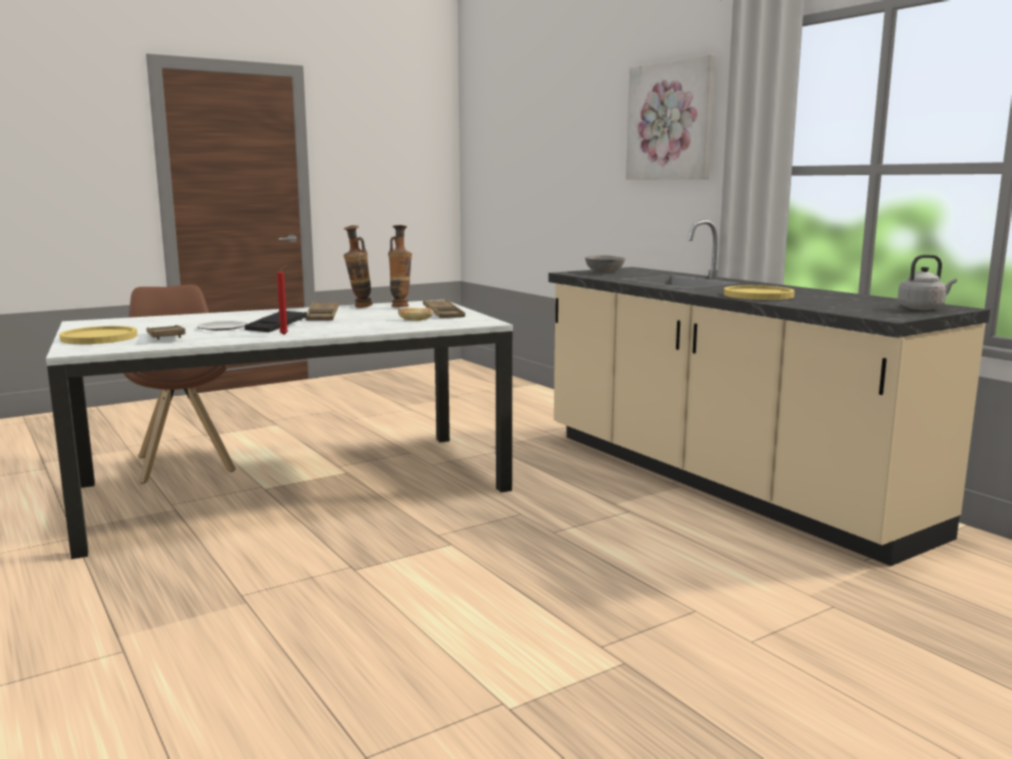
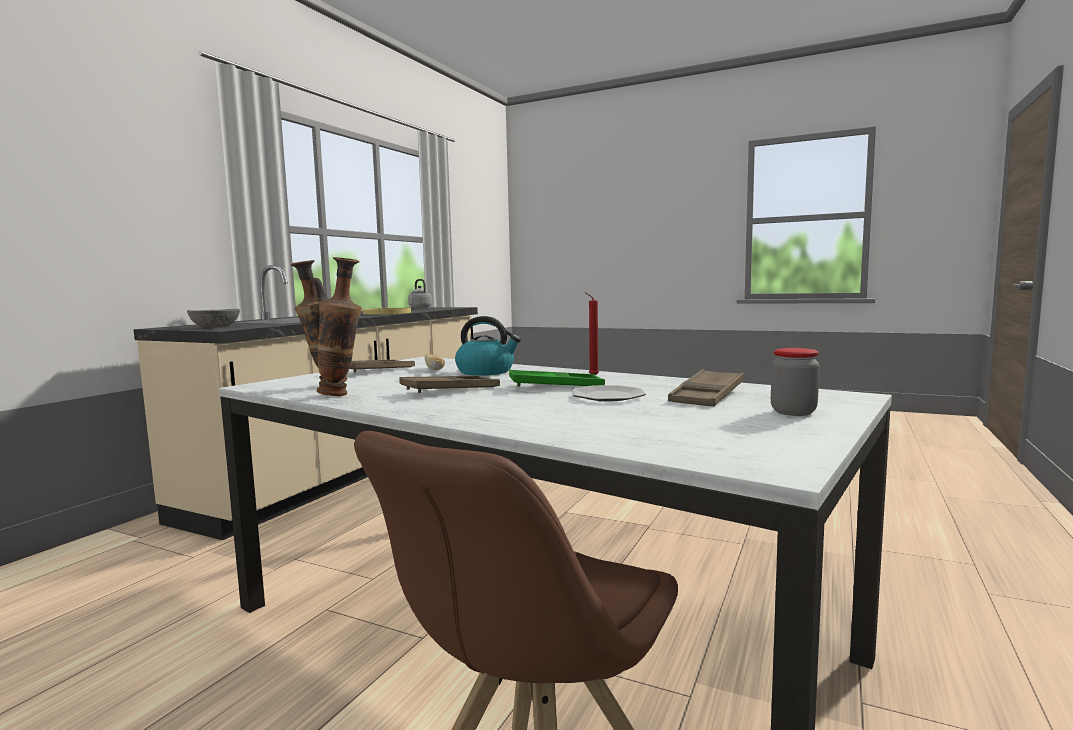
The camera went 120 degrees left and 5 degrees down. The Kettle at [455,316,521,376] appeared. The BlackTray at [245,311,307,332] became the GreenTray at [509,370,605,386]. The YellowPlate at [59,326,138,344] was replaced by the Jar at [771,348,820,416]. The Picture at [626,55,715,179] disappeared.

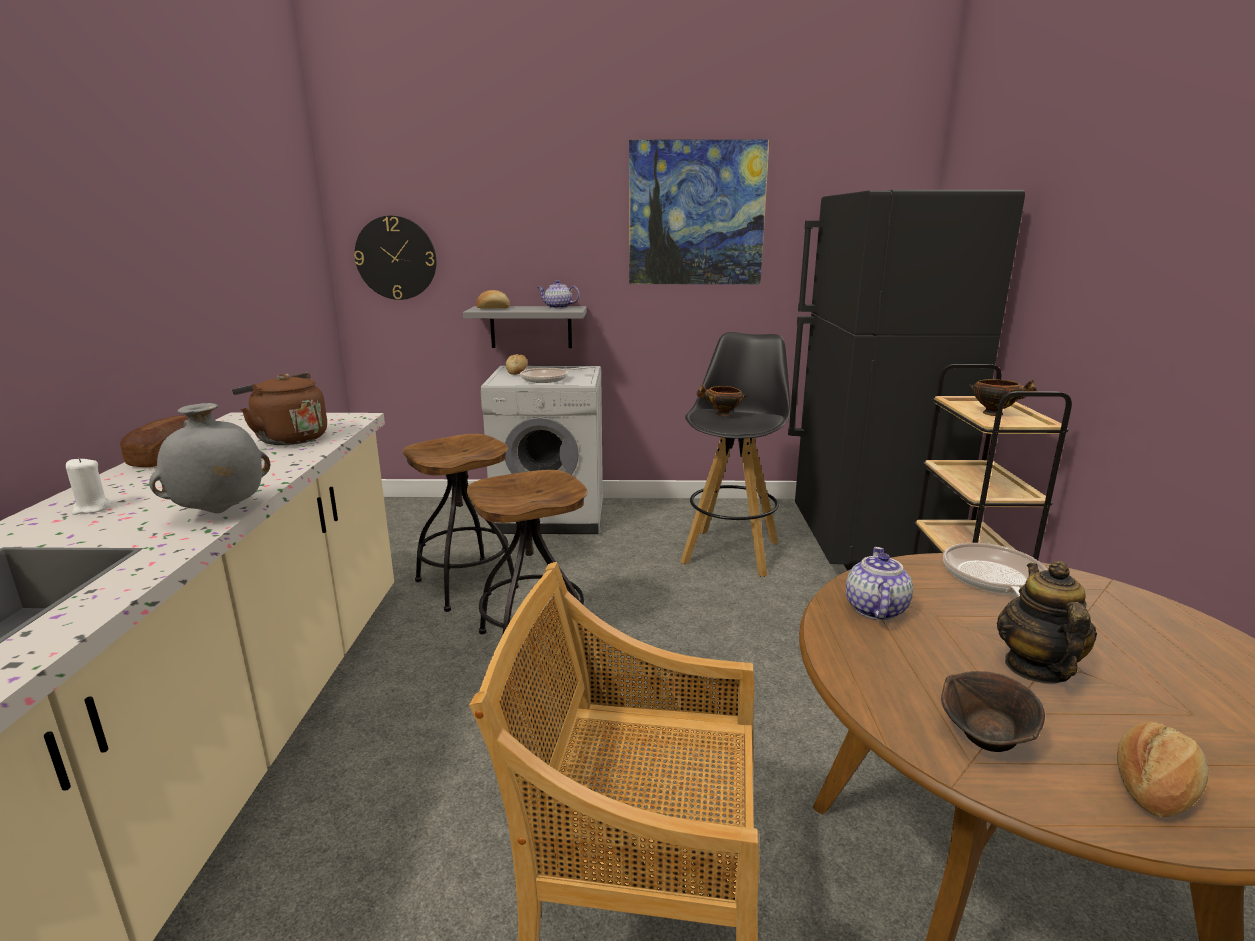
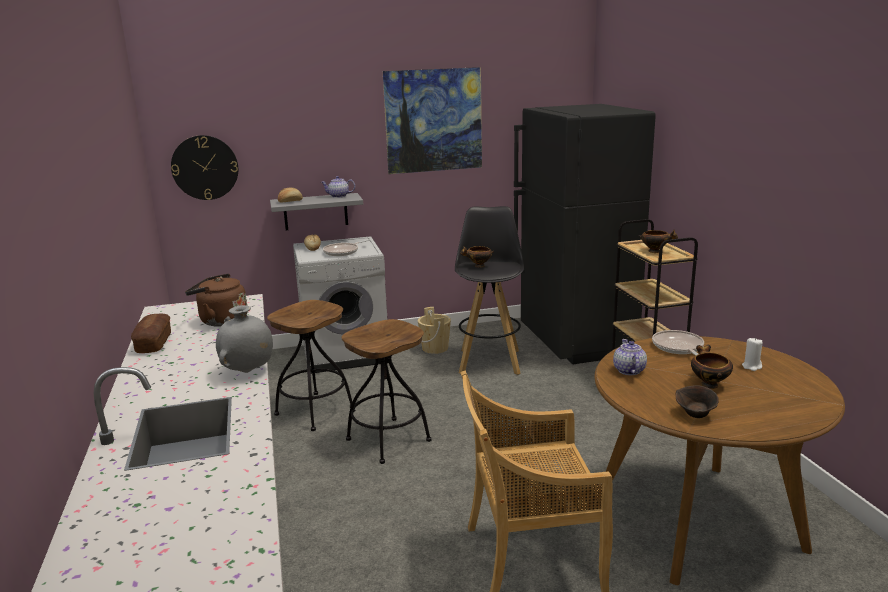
The camera went 15 degrees left and 0 degrees up. The BeigeBucket at [418,307,451,354] appeared. The Teapot at [997,561,1097,684] was replaced by the Bowl at [691,345,733,389]. The WhiteCandle moved from [66,457,112,515] to [742,337,762,371]. The Bread at [1117,722,1209,818] disappeared.

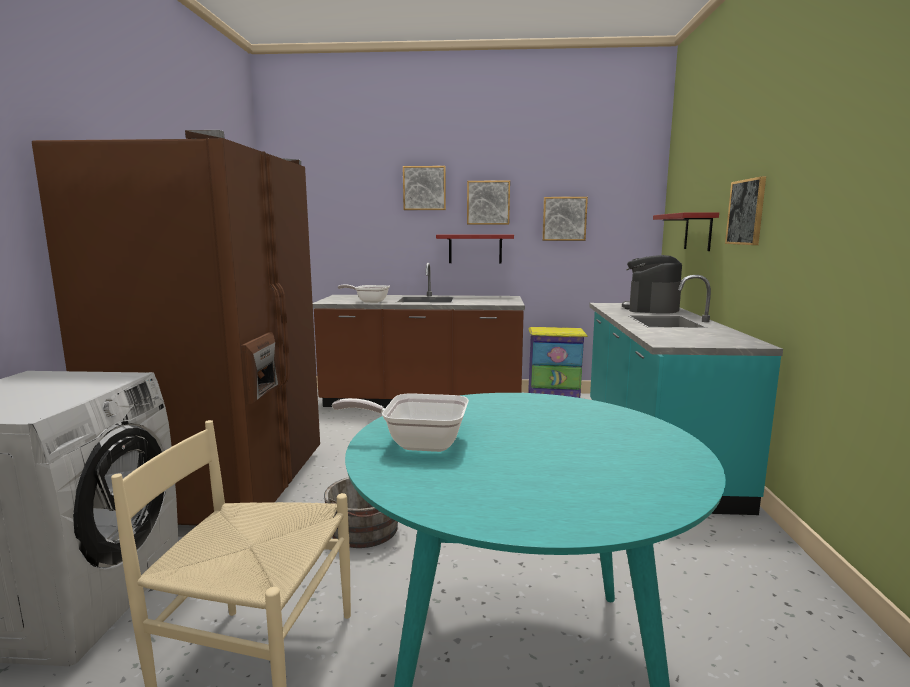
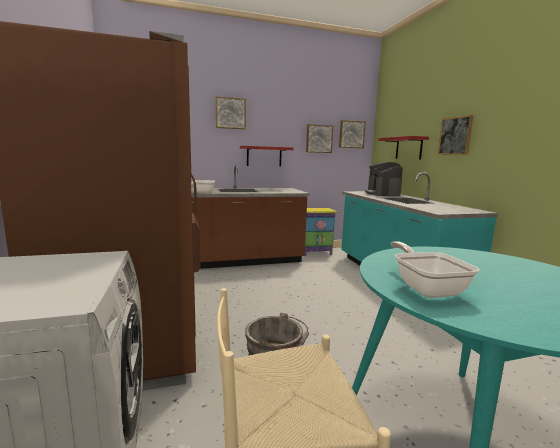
The camera went 20 degrees left and 0 degrees up. The Picture moved from [467,180,510,225] to [339,120,366,148]. The FryingPan at [332,393,469,452] turned 90 degrees clockwise.

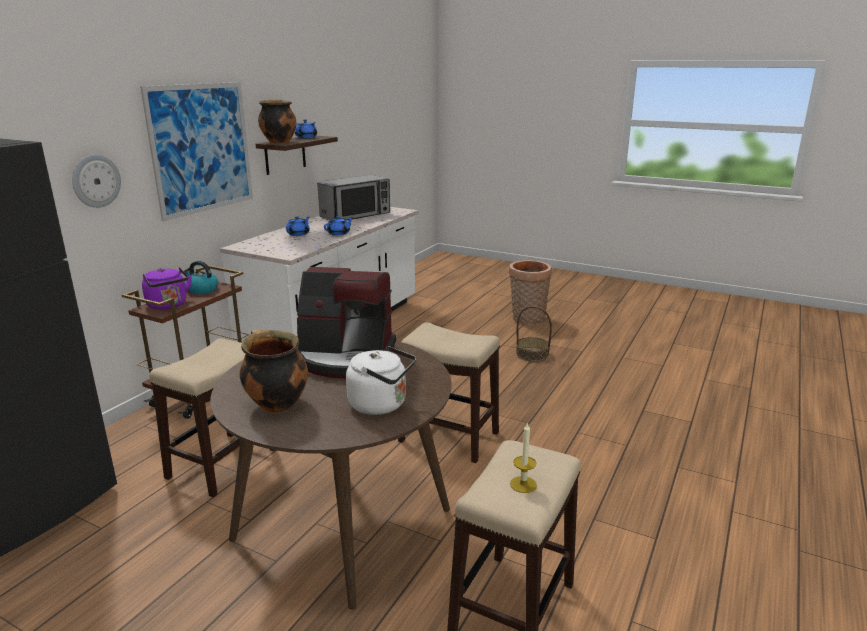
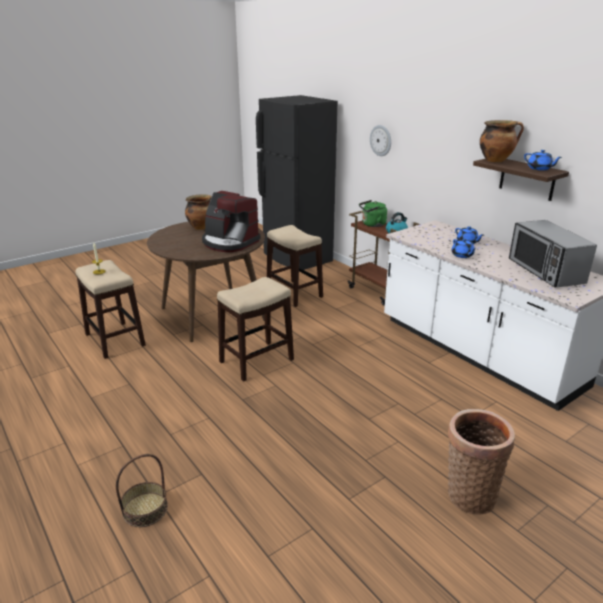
The camera went 115 degrees right and 5 degrees up. The Basket moved from [516,306,552,361] to [116,454,168,527]. The CoffeeMachine at [297,267,396,378] turned 90 degrees counterclockwise. The PurpleKettle at [142,267,192,309] became the GreenKettle at [359,200,387,227]. The Picture at [140,82,253,221] disappeared. The WhiteKettle at [346,346,416,415] disappeared.

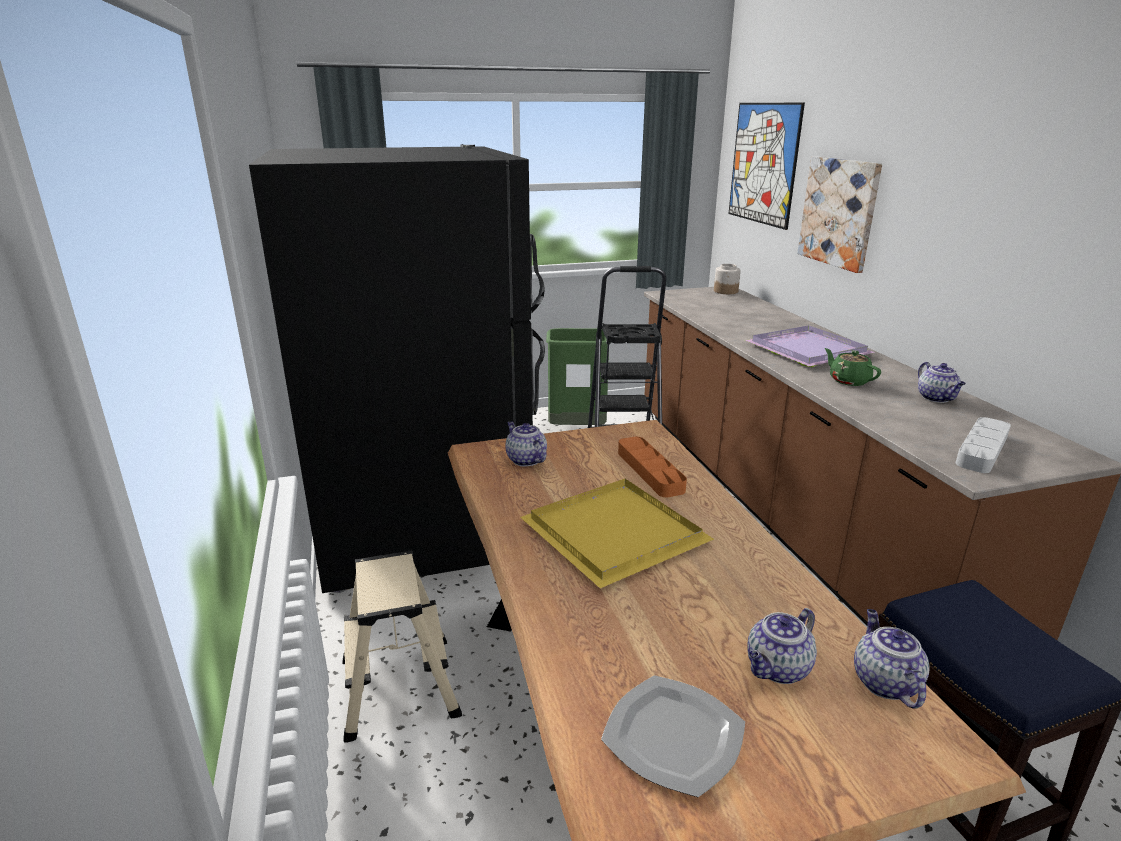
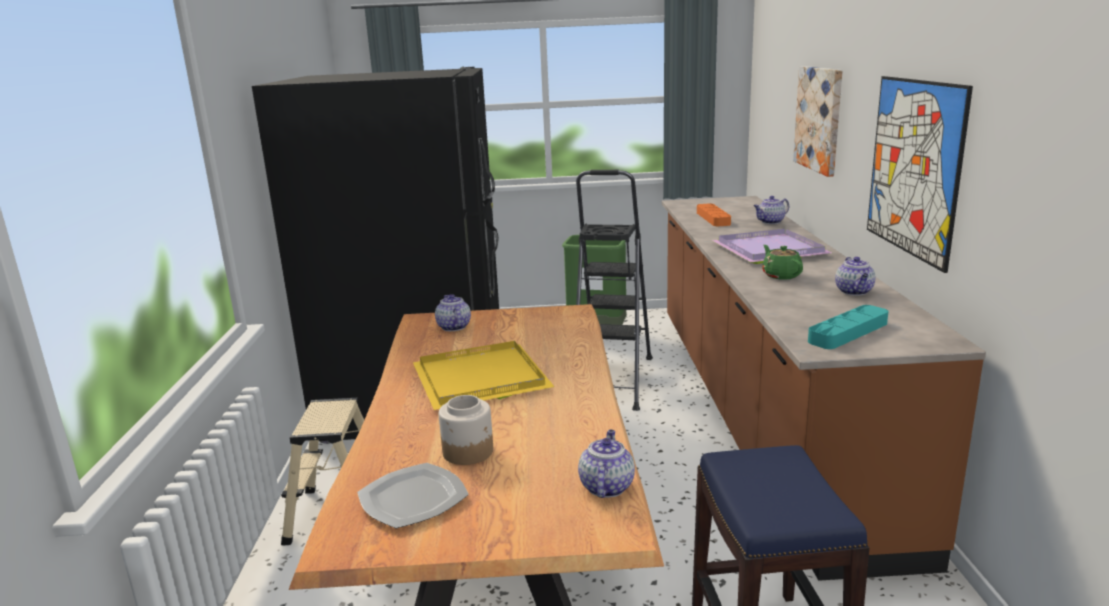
The camera went 15 degrees right and 5 degrees down. The Jar moved from [714,264,741,294] to [439,395,493,465]. The OrangeTray moved from [618,437,687,497] to [697,204,731,226]. The Teapot moved from [747,608,817,684] to [754,196,789,224]. The GreyTray at [956,417,1011,473] became the TurquoiseTray at [808,305,888,349]. The Picture moved from [729,103,805,230] to [867,76,973,273].

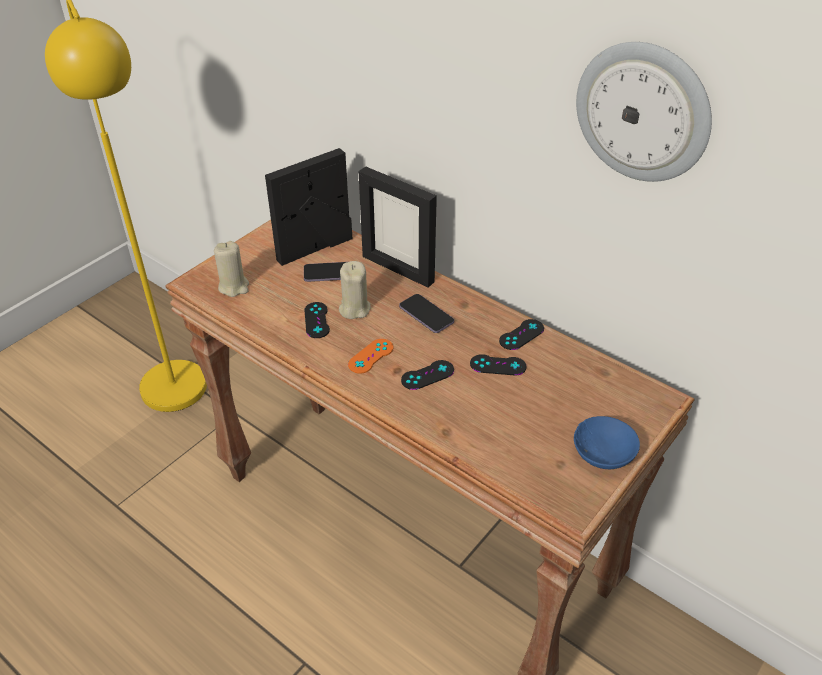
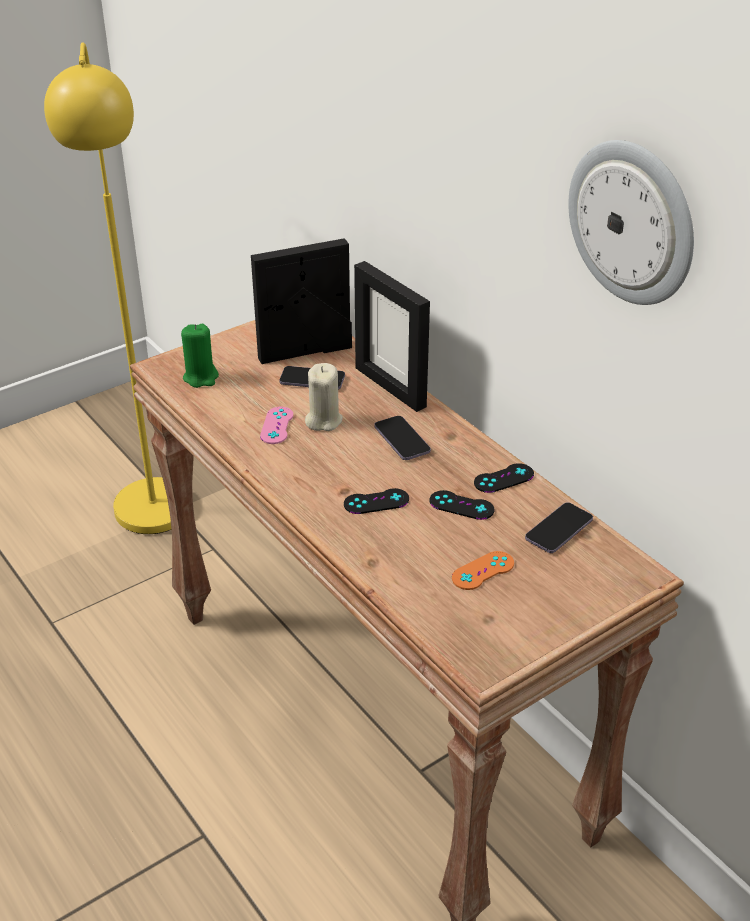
The camera went 15 degrees right and 5 degrees down. The BeigeCandle at [214,241,249,297] became the GreenCandle at [181,324,219,388]. The BlackGameController at [304,302,330,338] became the PinkGameController at [260,407,293,444]. The OrangeGameController moved from [348,339,393,374] to [452,551,514,590]. The Phone at [525,503,593,553] appeared. The BlueBowl at [574,416,640,469] disappeared.

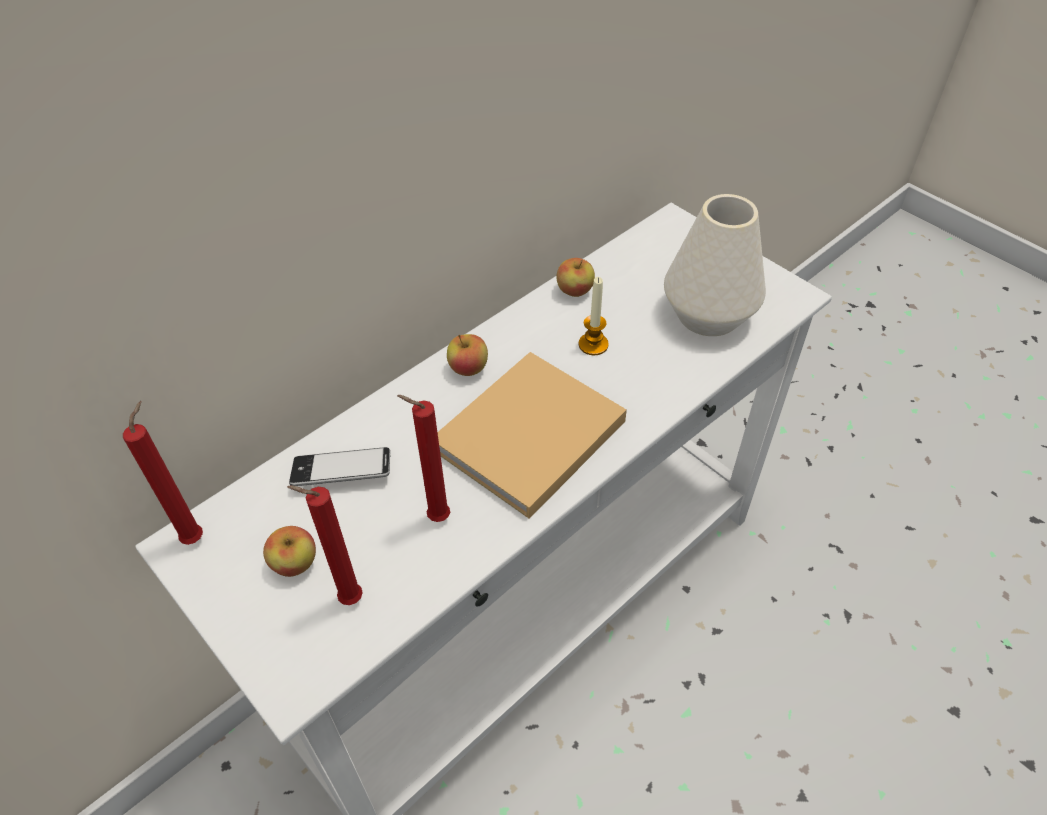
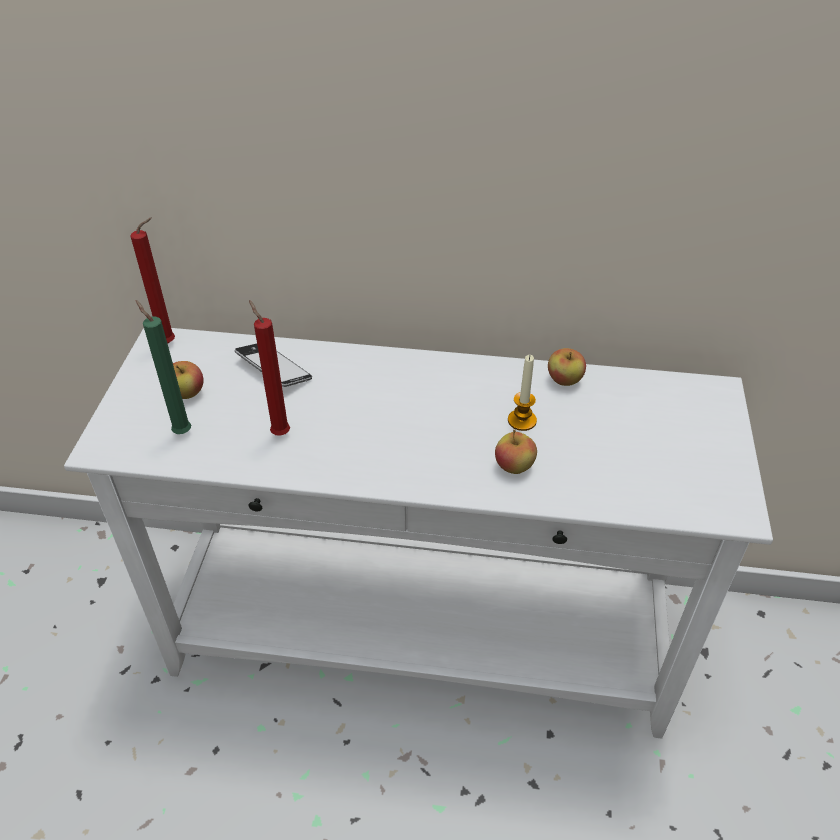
The camera went 50 degrees right and 5 degrees down. The RedCandle at [287,485,363,605] became the GreenCandle at [136,300,191,434]. The Apple moved from [447,334,488,376] to [495,430,537,474]. The BeigeBook at [437,352,627,519] disappeared. The WhiteVase at [664,194,766,336] disappeared.

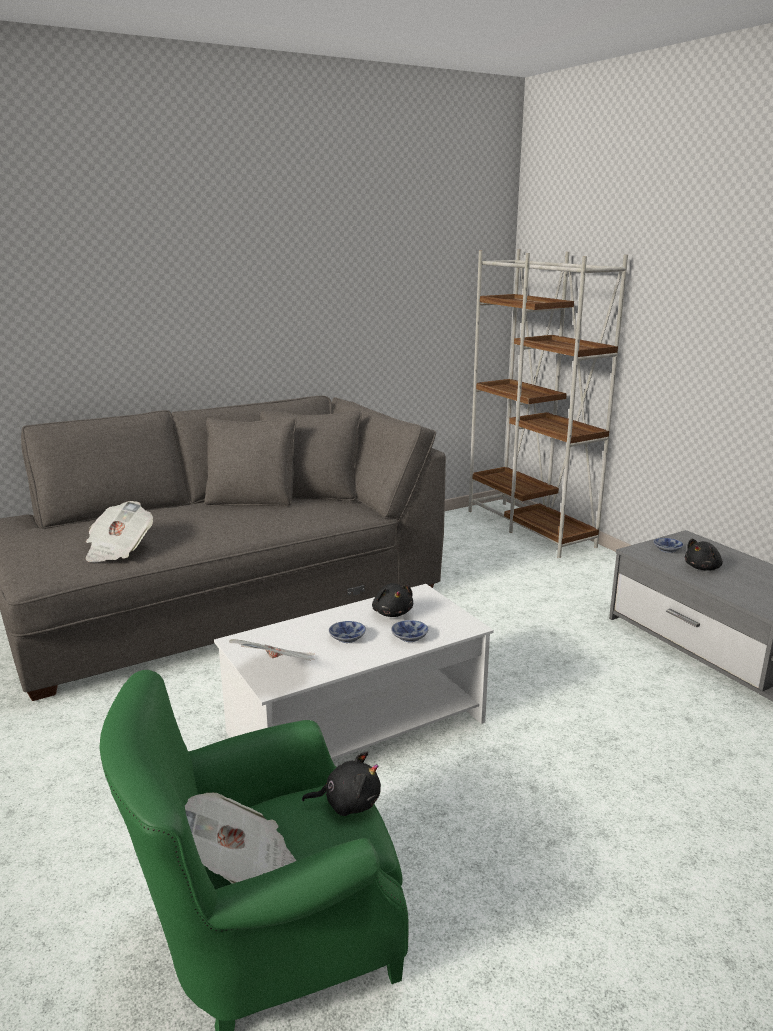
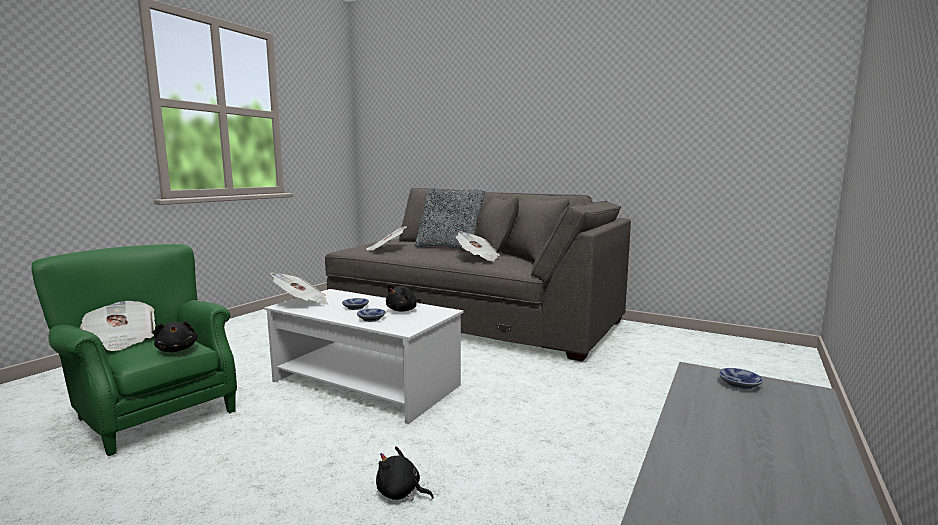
The camera went 60 degrees right and 10 degrees down. The BlackPlushToy moved from [685,539,723,571] to [376,446,434,501]. The GreyPillow at [415,188,486,250] appeared. The Newspaper at [456,231,500,262] appeared. The BrownBookcase at [468,249,628,558] disappeared.

